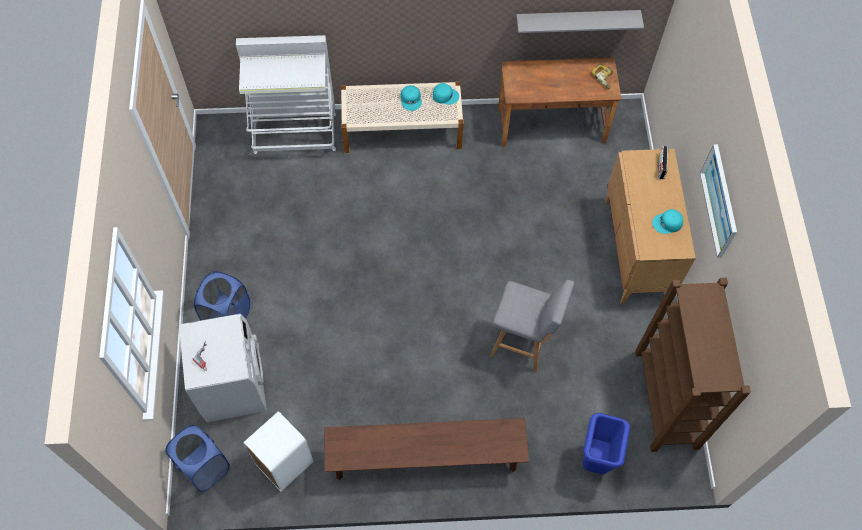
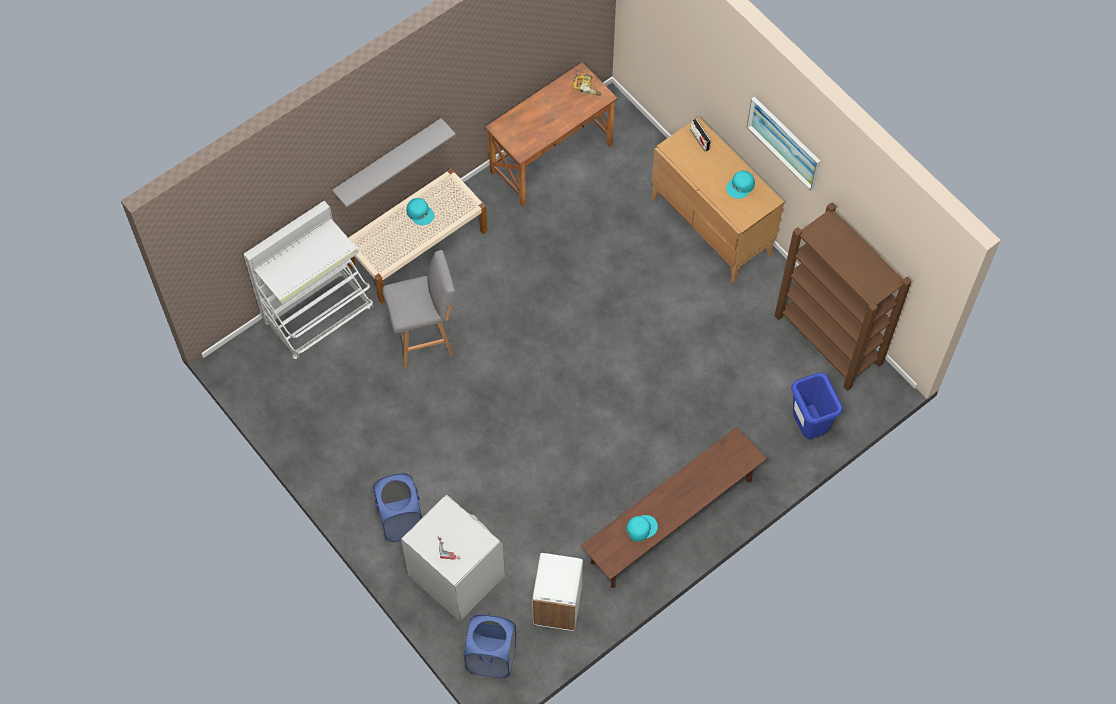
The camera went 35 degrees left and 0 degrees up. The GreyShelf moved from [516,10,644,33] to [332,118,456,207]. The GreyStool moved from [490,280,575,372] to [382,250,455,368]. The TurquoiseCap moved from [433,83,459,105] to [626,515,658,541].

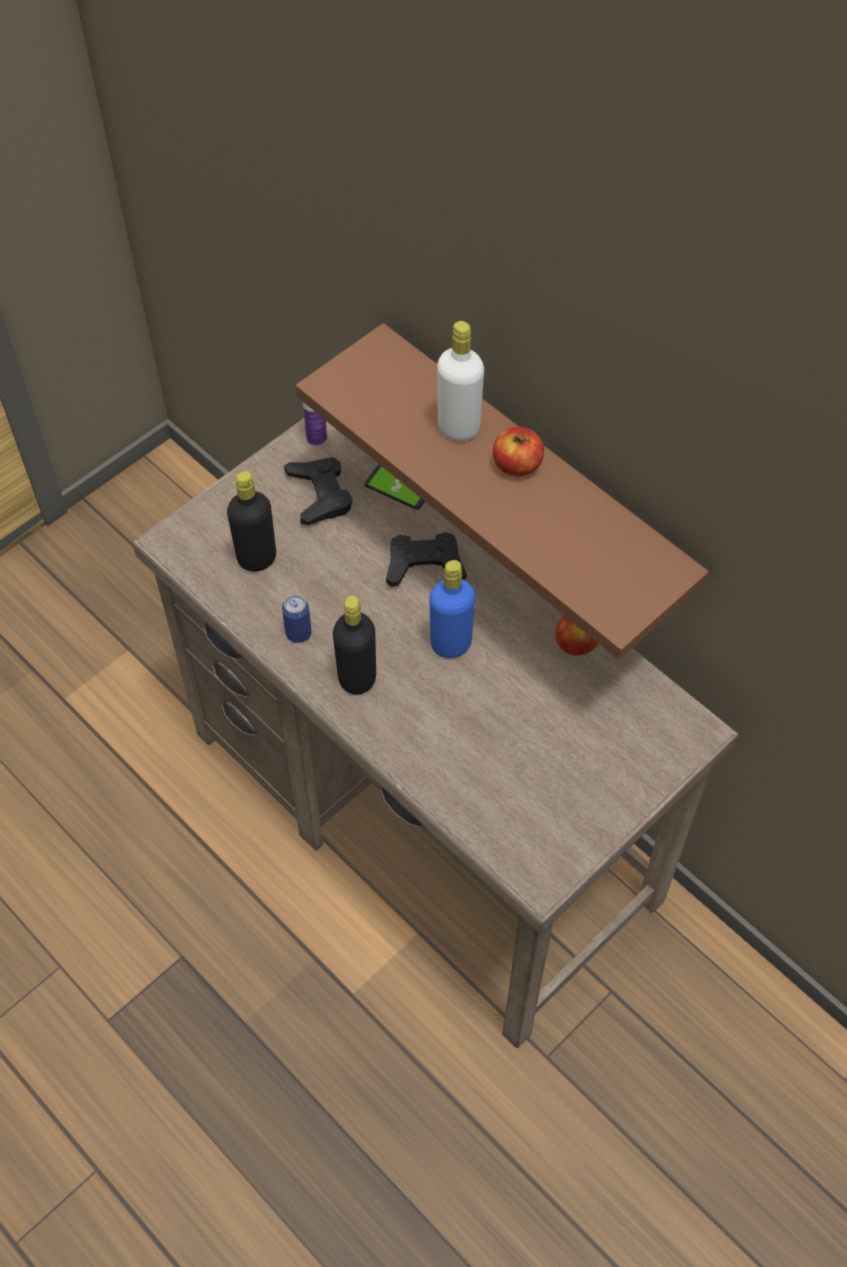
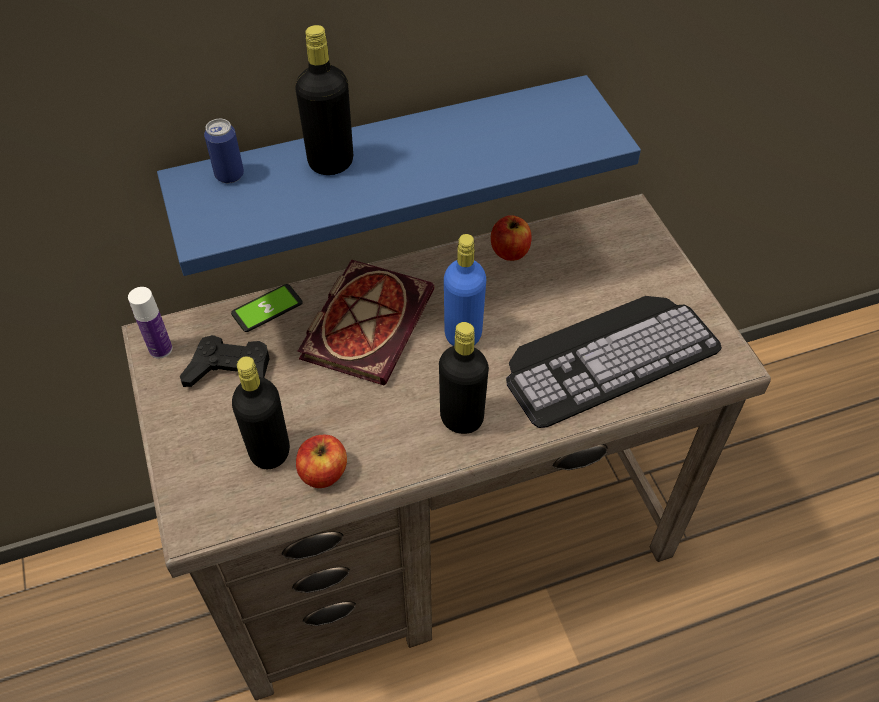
The camera went 65 degrees left and 5 degrees down. The BrownShelf at [296,323,709,660] became the BlueShelf at [157,75,641,276]. The Can moved from [282,595,312,643] to [204,119,244,183]. The WhiteBottle at [437,321,484,441] became the BlackBottle at [295,25,353,175]. The Apple moved from [493,427,544,476] to [296,435,347,488]. The BlackGameController at [386,532,467,587] was replaced by the Book at [298,260,434,385]. The Keyboard at [506,296,722,428] appeared.

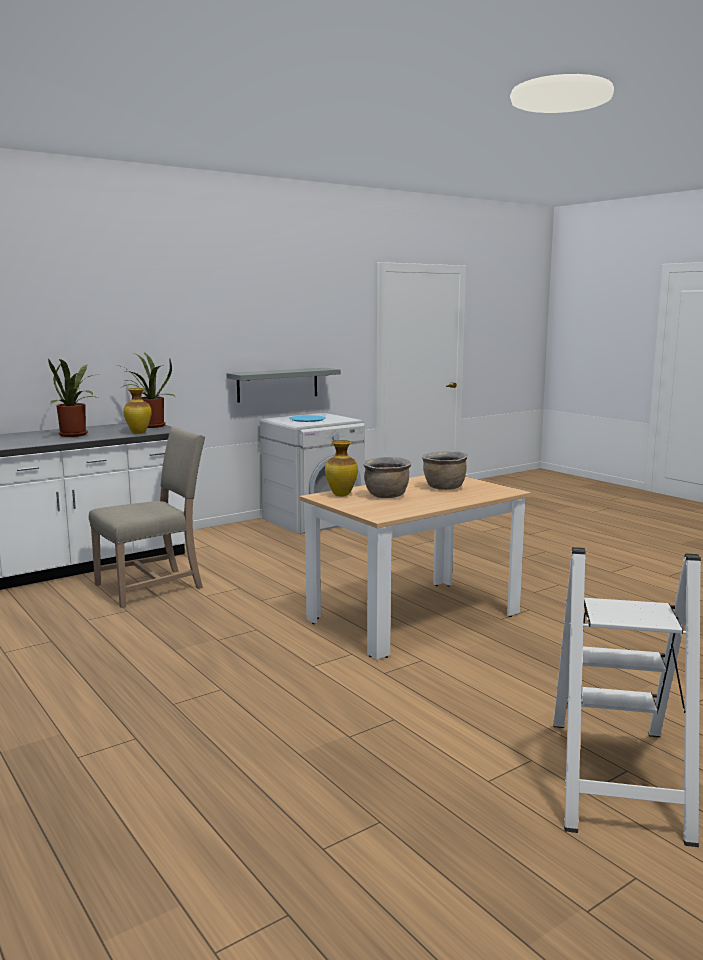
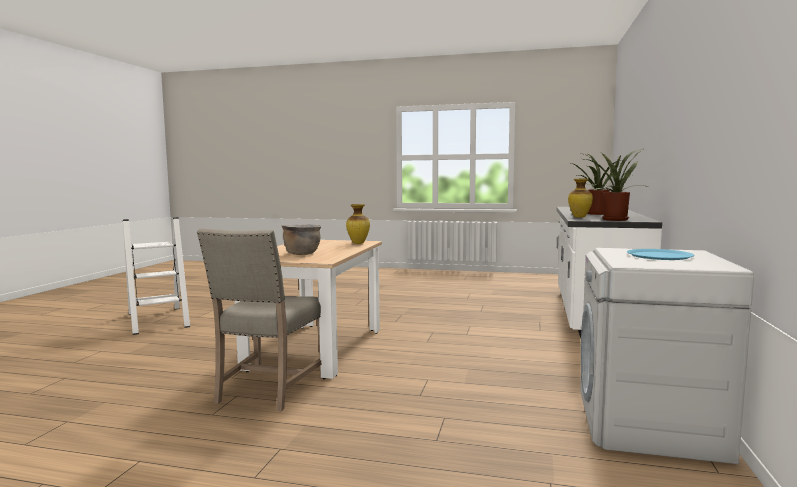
The camera went 140 degrees right and 5 degrees down. The BeigeChair moved from [89,427,205,608] to [197,228,321,411]. The GreyShelf at [227,368,341,403] disappeared. The BrownCookingPot at [363,457,412,498] disappeared.

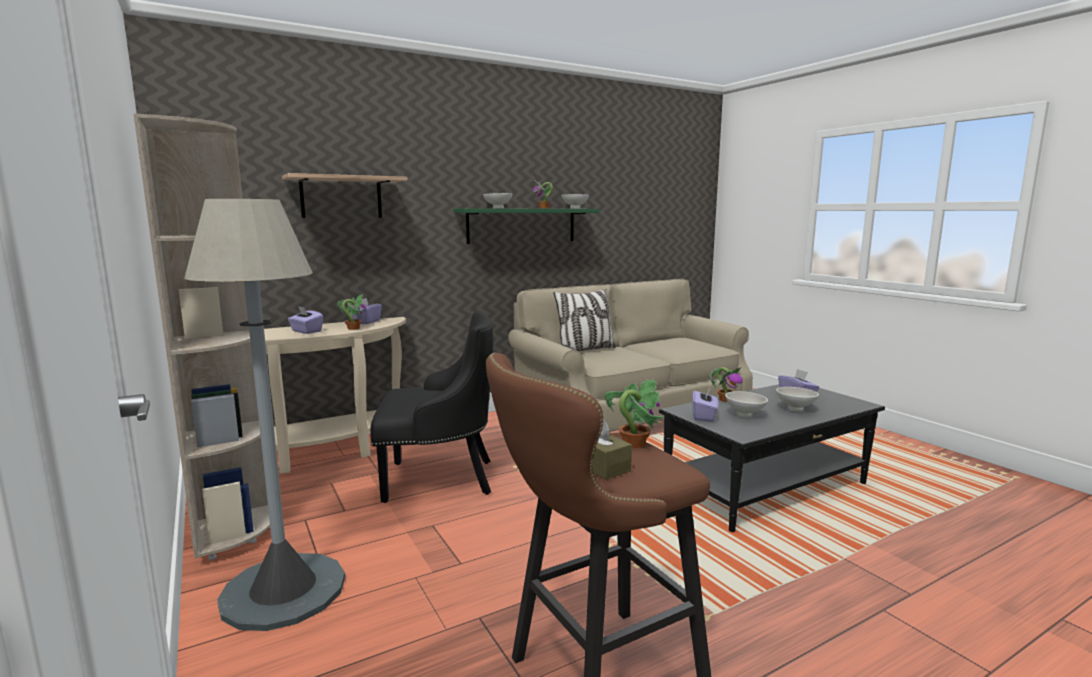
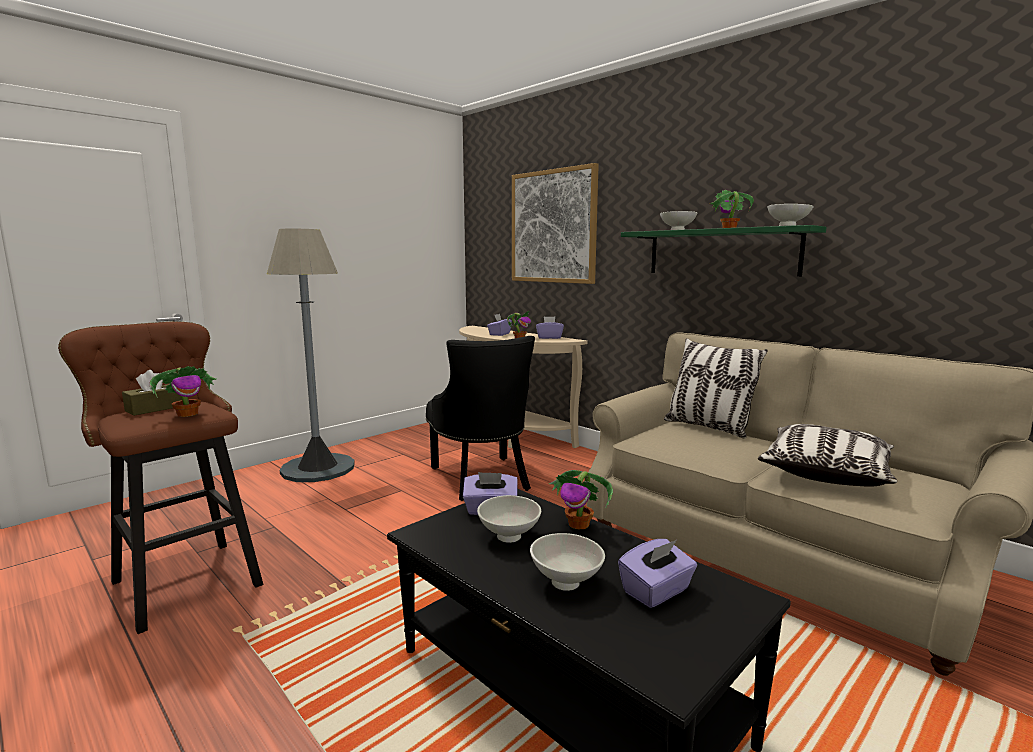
The camera went 75 degrees right and 0 degrees up. The Shelf at [282,173,408,218] was replaced by the Picture at [512,163,599,284]. The Pillow at [758,424,897,487] appeared. The BeigeBookcase at [133,113,270,560] disappeared.

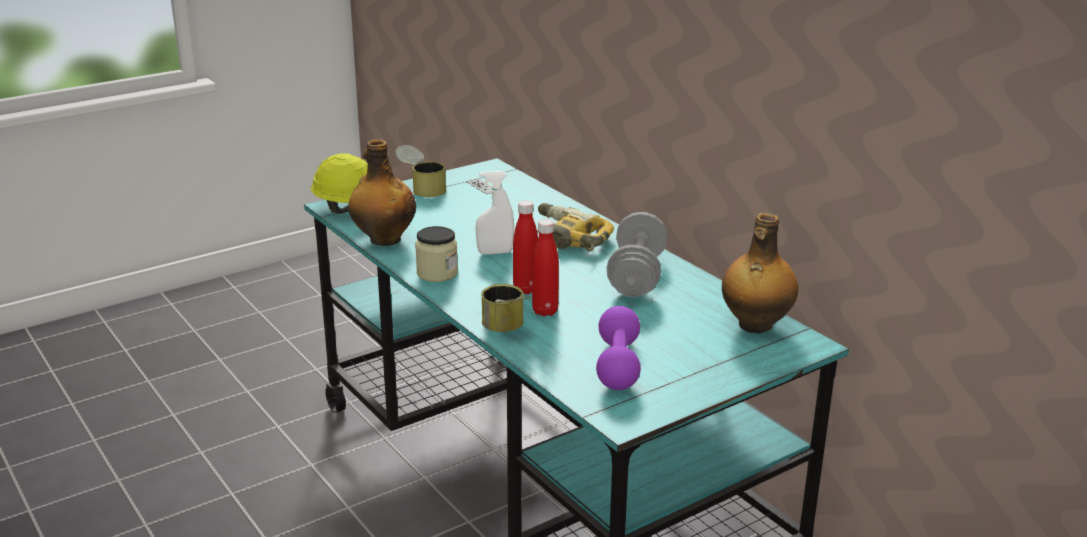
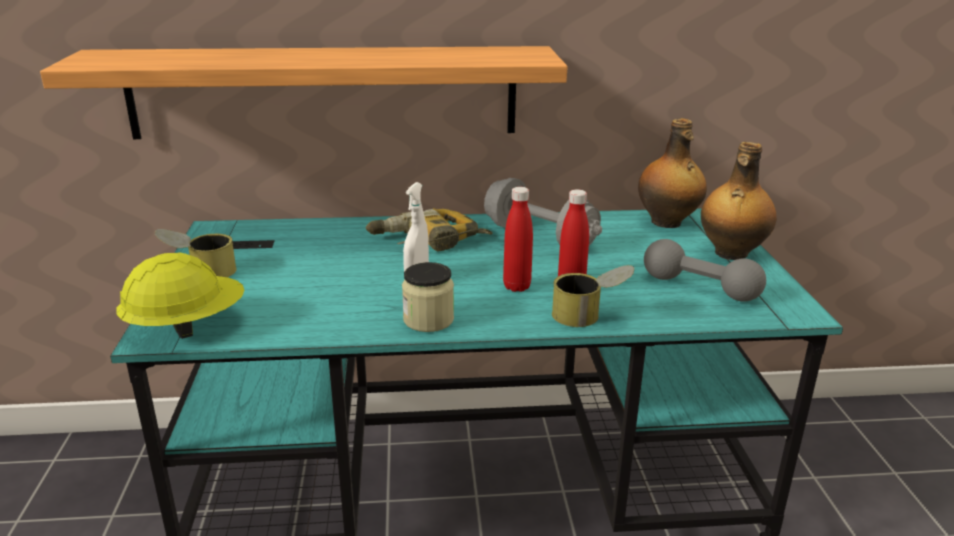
The camera went 60 degrees left and 0 degrees up. The Shelf at [40,46,567,139] appeared. The PurpleDumbbell at [596,306,641,390] became the GreyDumbbell at [644,239,766,302]. The Bottle moved from [349,139,416,246] to [701,142,777,260].

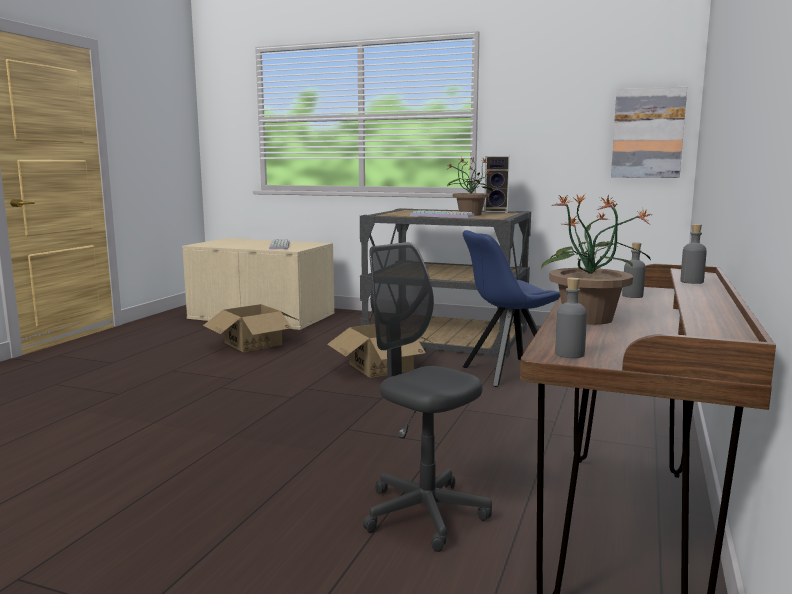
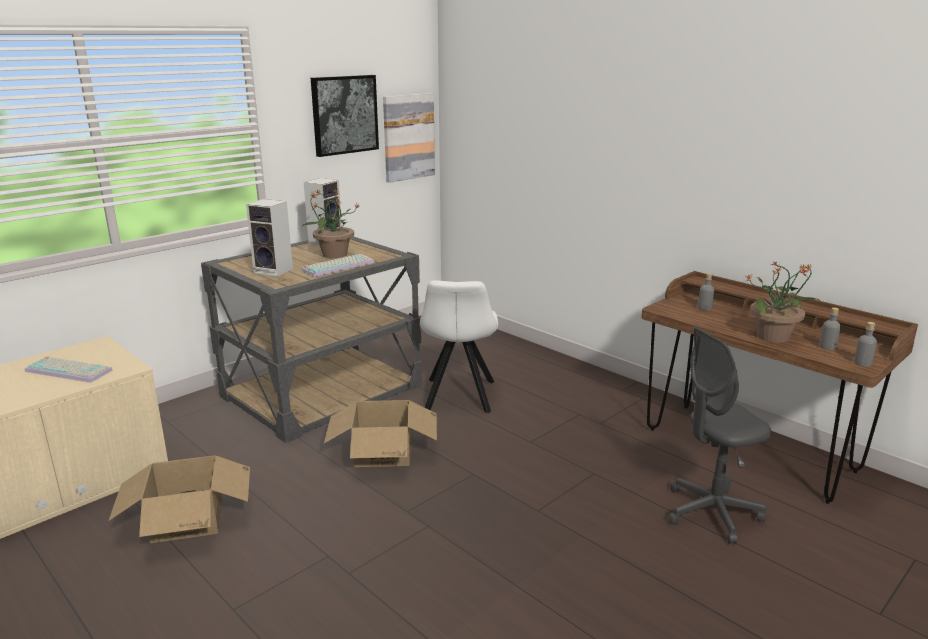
The camera went 65 degrees left and 10 degrees up. The Speaker at [246,199,293,277] appeared. The Picture at [311,75,379,157] appeared. The BlueChair at [463,230,560,387] became the WhiteChair at [420,280,498,413]. The GreyBottle moved from [680,224,707,284] to [819,307,841,350].

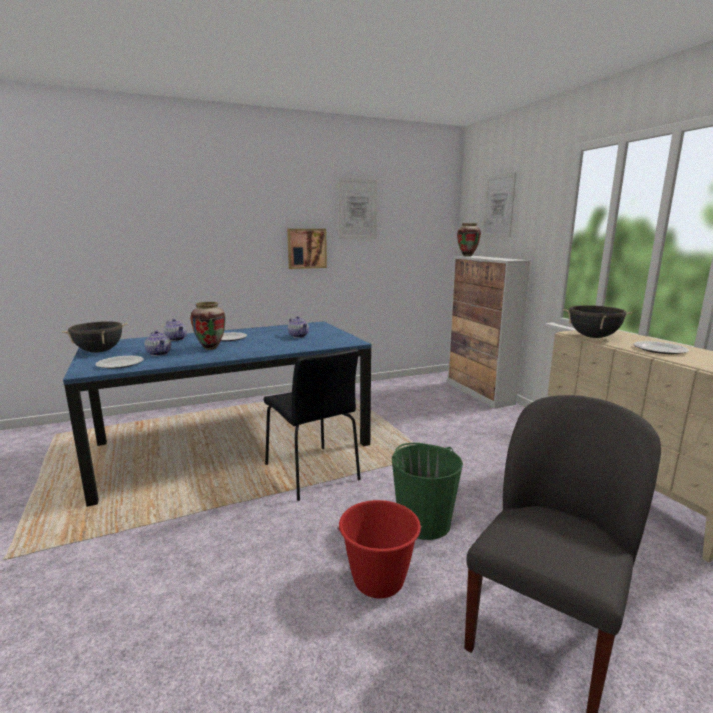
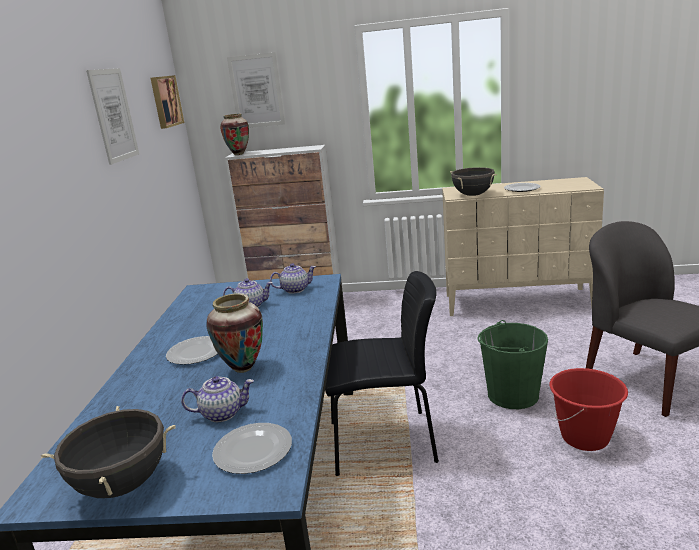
The camera went 60 degrees left and 5 degrees up. The Picture moved from [287,229,327,269] to [150,75,184,129]. The Teapot moved from [164,319,187,341] to [270,263,316,294].

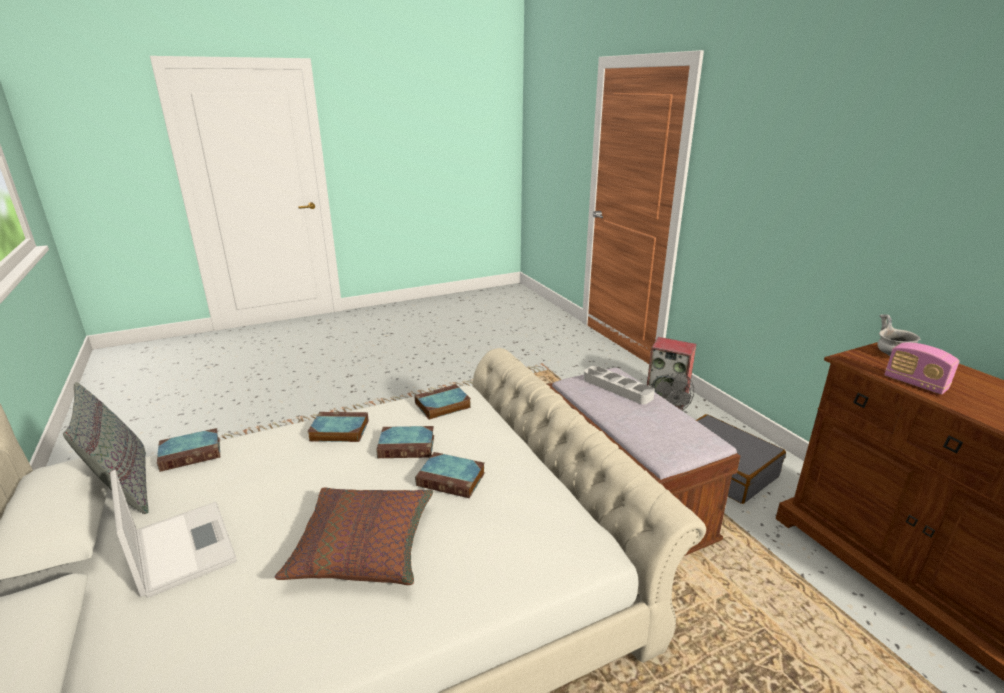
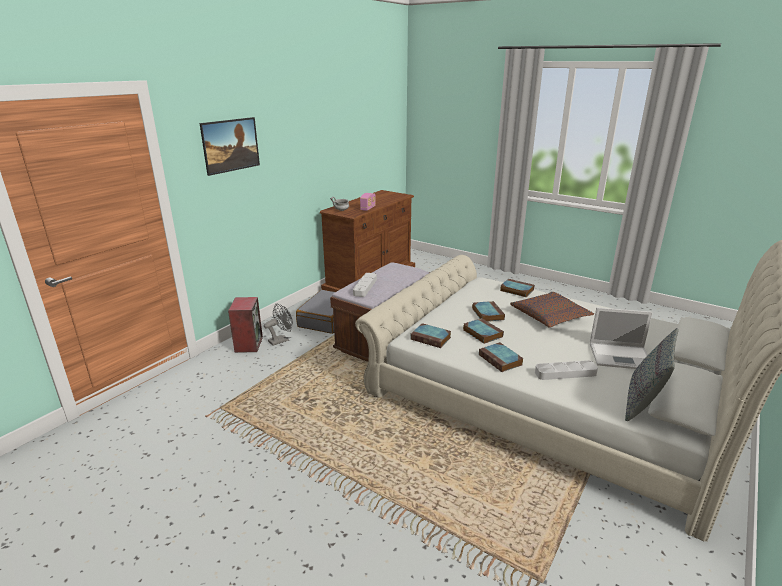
The camera went 120 degrees left and 0 degrees up. The Picture at [200,117,260,176] appeared. The Book moved from [157,428,220,472] to [500,279,534,297]. The GreyTray at [535,360,598,380] appeared. The Laptop at [110,470,237,598] turned 105 degrees counterclockwise.

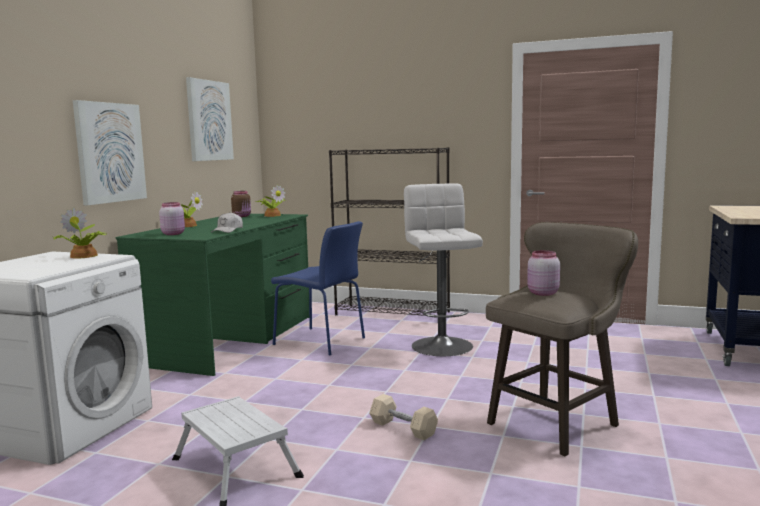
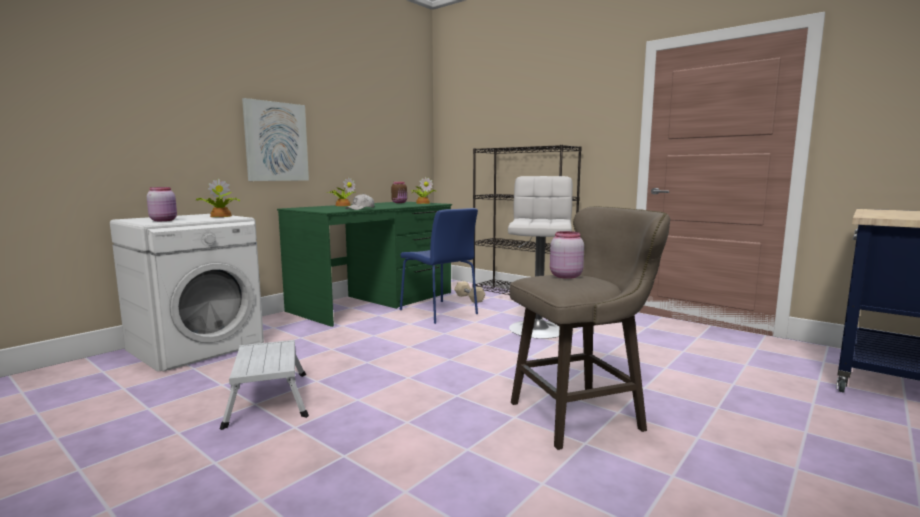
The camera went 20 degrees right and 0 degrees up. The PinkJar moved from [159,202,185,235] to [147,187,177,221]. The BeigeDumbbell moved from [369,394,438,440] to [454,281,486,303]. The Picture at [186,77,234,161] disappeared.

